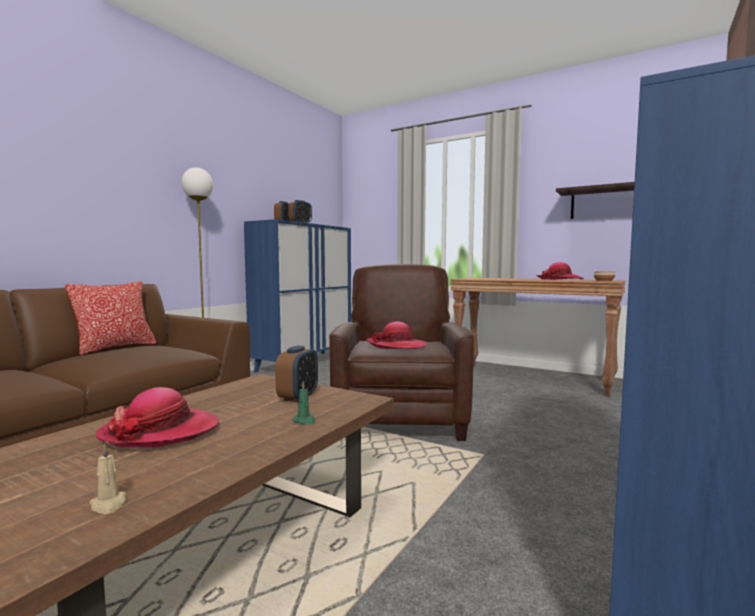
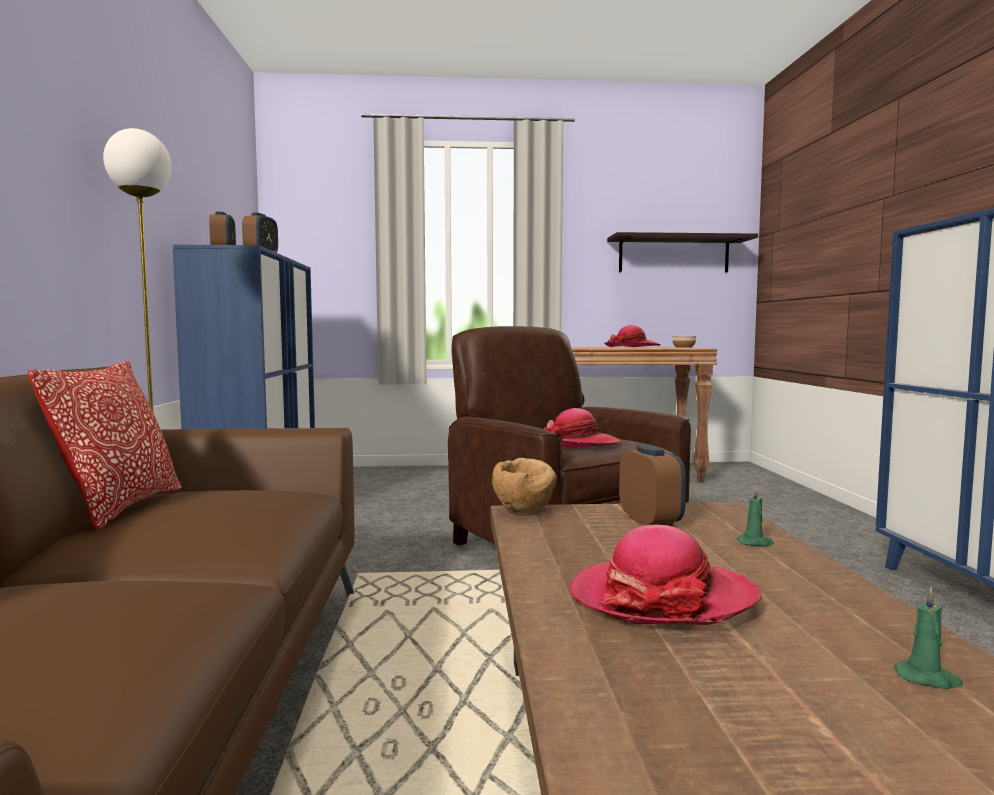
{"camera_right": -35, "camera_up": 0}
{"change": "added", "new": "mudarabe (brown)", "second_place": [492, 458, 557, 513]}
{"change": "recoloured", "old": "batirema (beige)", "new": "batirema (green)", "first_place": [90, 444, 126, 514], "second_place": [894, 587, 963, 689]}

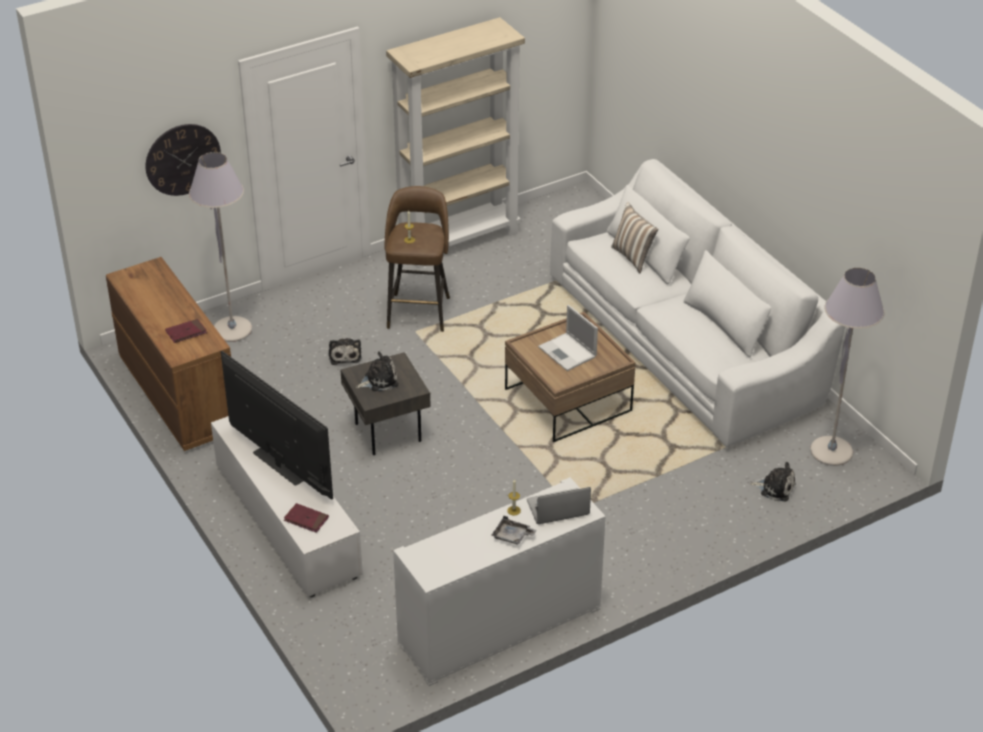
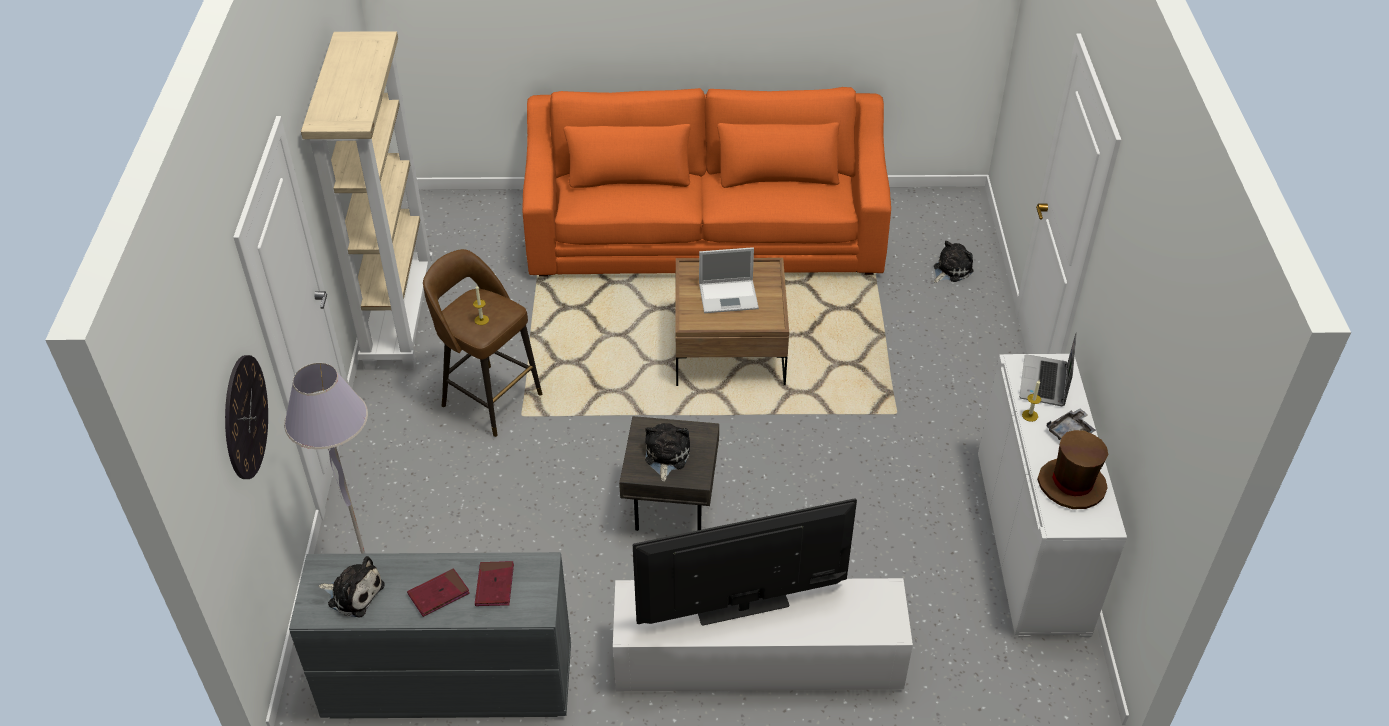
{"camera_right": -60, "camera_up": 5}
{"change": "removed", "old": "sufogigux", "first_place": [611, 202, 658, 273]}
{"change": "removed", "old": "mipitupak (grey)", "first_place": [810, 267, 885, 466]}
{"change": "added", "new": "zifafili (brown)", "second_place": [1037, 430, 1108, 509]}
{"change": "moved", "old": "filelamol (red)", "first_place": [284, 503, 329, 533], "second_place": [407, 568, 470, 617]}
{"change": "moved", "old": "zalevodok", "first_place": [329, 338, 362, 365], "second_place": [318, 556, 385, 618]}
{"change": "recoloured", "old": "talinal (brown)", "new": "talinal (grey)", "first_place": [106, 257, 231, 451], "second_place": [289, 552, 571, 719]}
{"change": "recoloured", "old": "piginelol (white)", "new": "piginelol (orange)", "first_place": [550, 159, 845, 447], "second_place": [523, 87, 891, 277]}

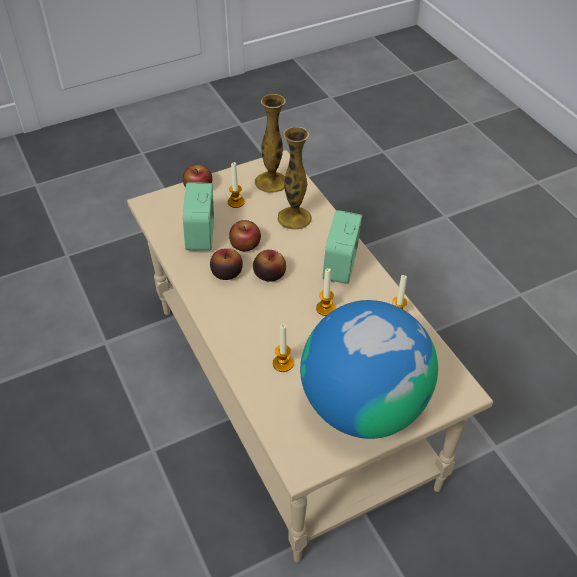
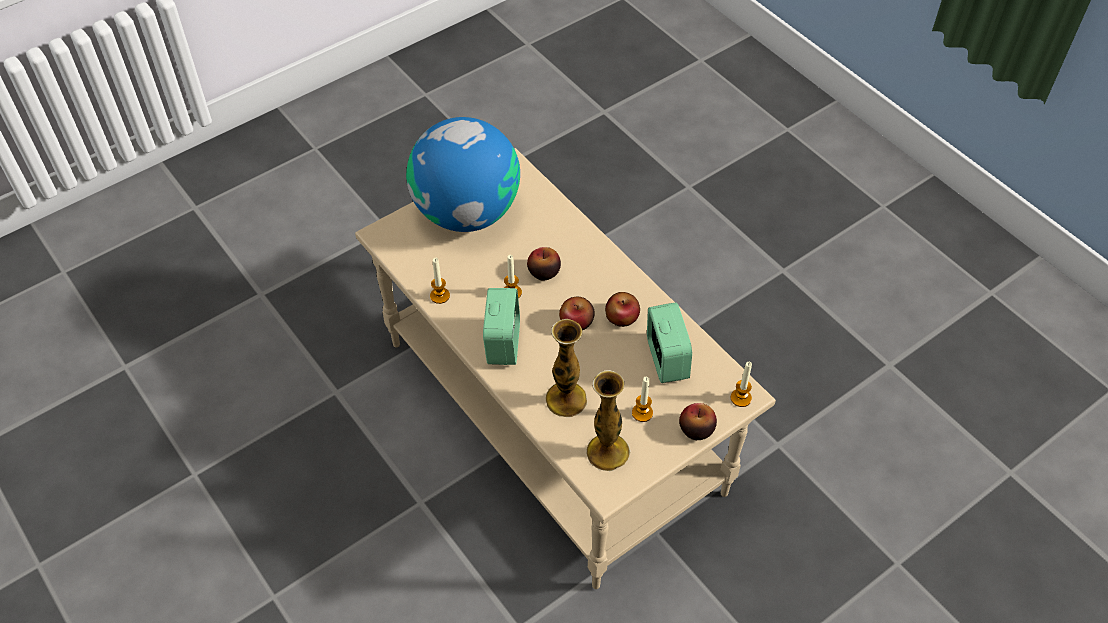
{"camera_right": 170, "camera_up": 5}
{"change": "moved", "old": "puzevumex", "first_place": [229, 220, 261, 251], "second_place": [527, 247, 561, 281]}
{"change": "moved", "old": "batirema", "first_place": [273, 324, 294, 372], "second_place": [731, 362, 752, 407]}

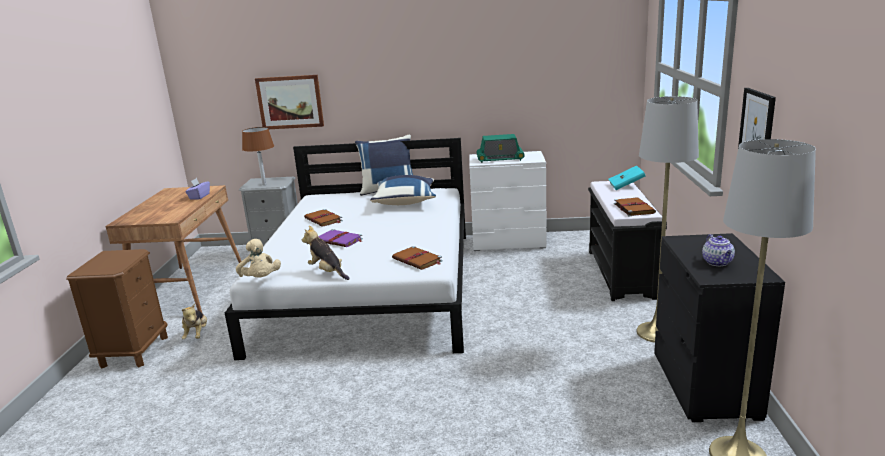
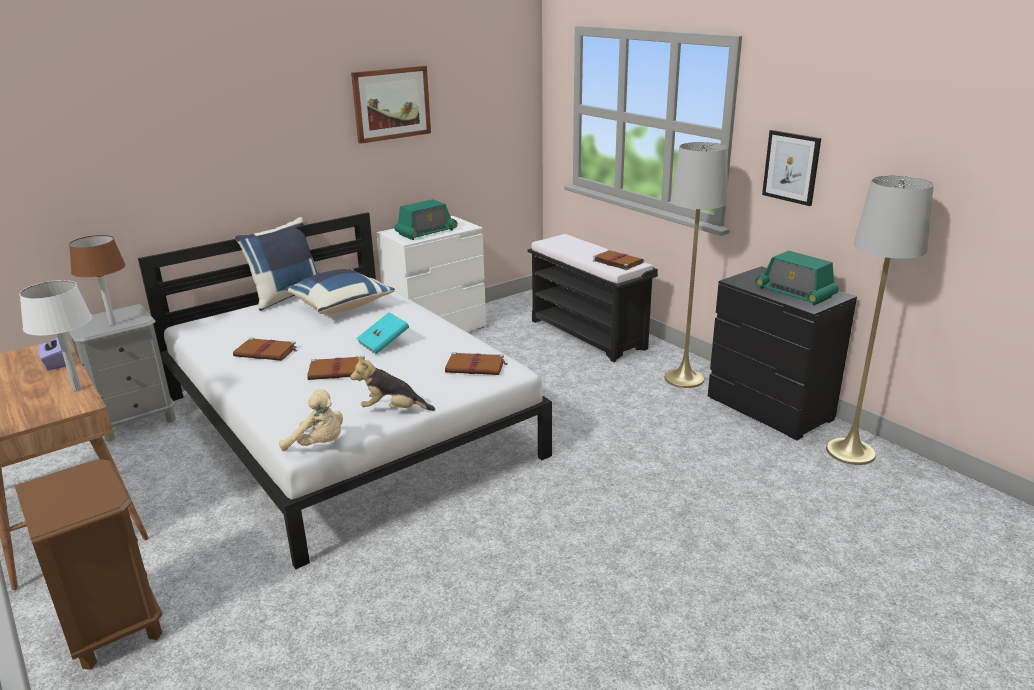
{"camera_right": -40, "camera_up": 5}
{"change": "removed", "old": "zalevodok", "first_place": [182, 303, 207, 339]}
{"change": "added", "new": "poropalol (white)", "second_place": [19, 280, 92, 391]}
{"change": "moved", "old": "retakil", "first_place": [255, 75, 324, 129], "second_place": [351, 66, 431, 144]}
{"change": "moved", "old": "filelamol (turquoise)", "first_place": [608, 166, 645, 190], "second_place": [356, 312, 409, 354]}
{"change": "replaced", "old": "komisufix", "new": "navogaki", "first_place": [702, 234, 735, 266], "second_place": [755, 251, 839, 305]}
{"change": "recoloured", "old": "filelamol (purple)", "new": "filelamol (brown)", "first_place": [318, 229, 363, 247], "second_place": [307, 356, 365, 380]}

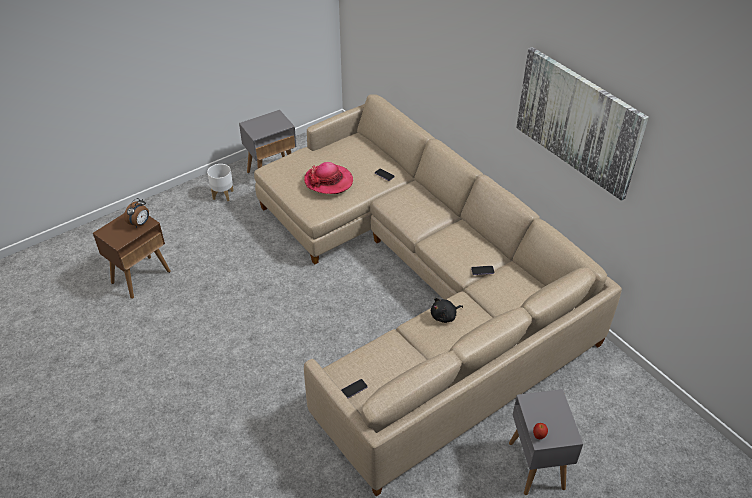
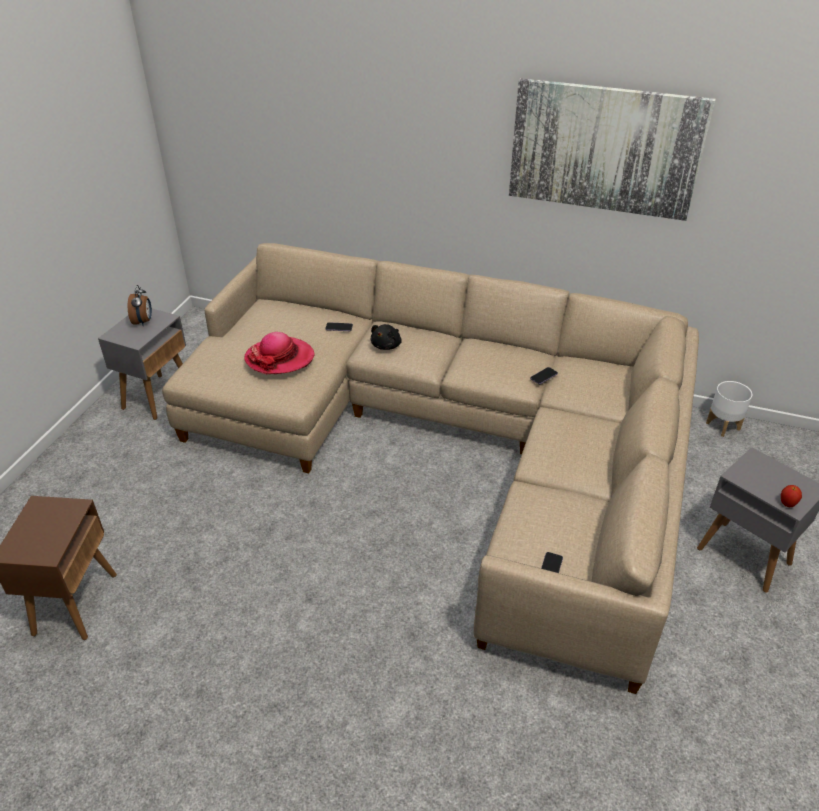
{"camera_right": -35, "camera_up": -5}
{"change": "moved", "old": "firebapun", "first_place": [124, 198, 149, 228], "second_place": [128, 285, 152, 325]}
{"change": "moved", "old": "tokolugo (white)", "first_place": [207, 164, 234, 201], "second_place": [706, 381, 752, 437]}
{"change": "moved", "old": "zalevodok (black)", "first_place": [431, 298, 463, 323], "second_place": [371, 324, 402, 350]}

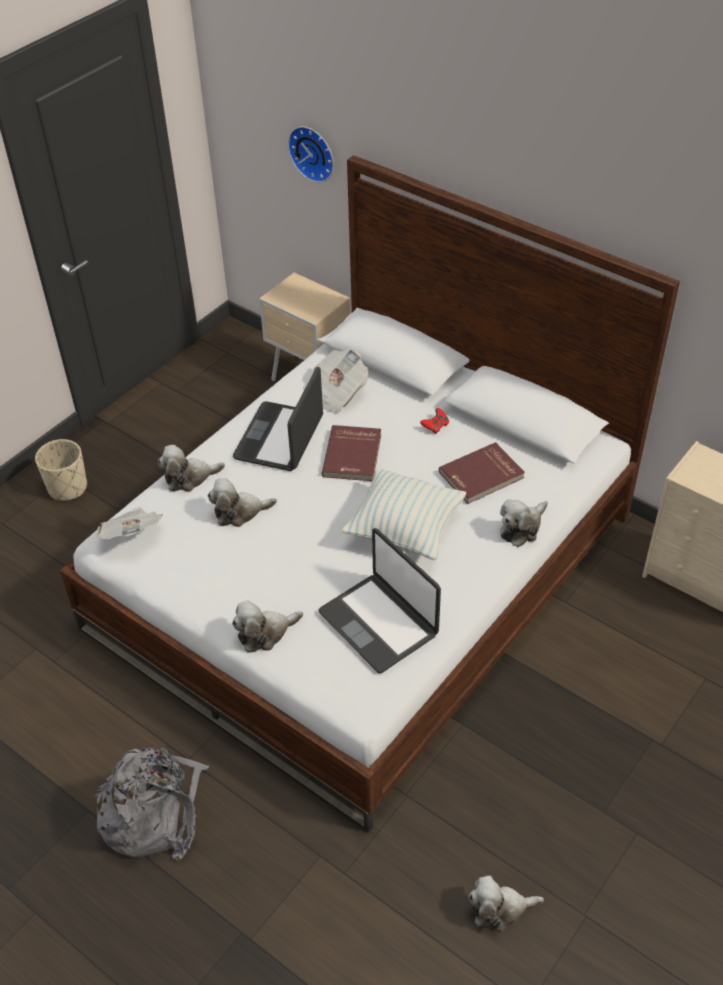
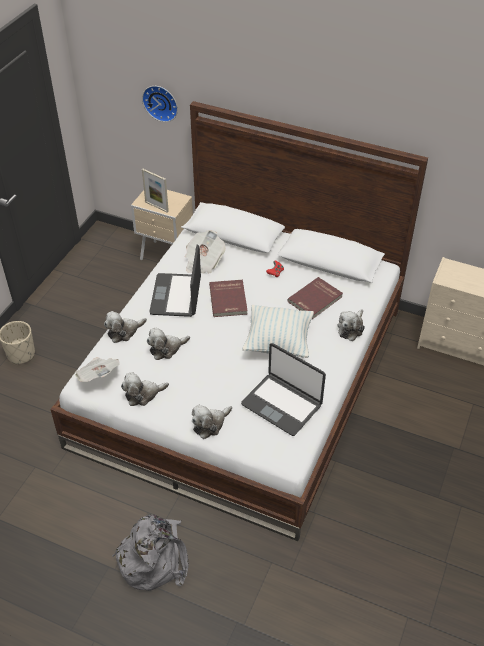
{"camera_right": -15, "camera_up": 0}
{"change": "added", "new": "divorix", "second_place": [142, 169, 169, 213]}
{"change": "moved", "old": "zalevodok", "first_place": [468, 875, 544, 932], "second_place": [121, 372, 169, 406]}

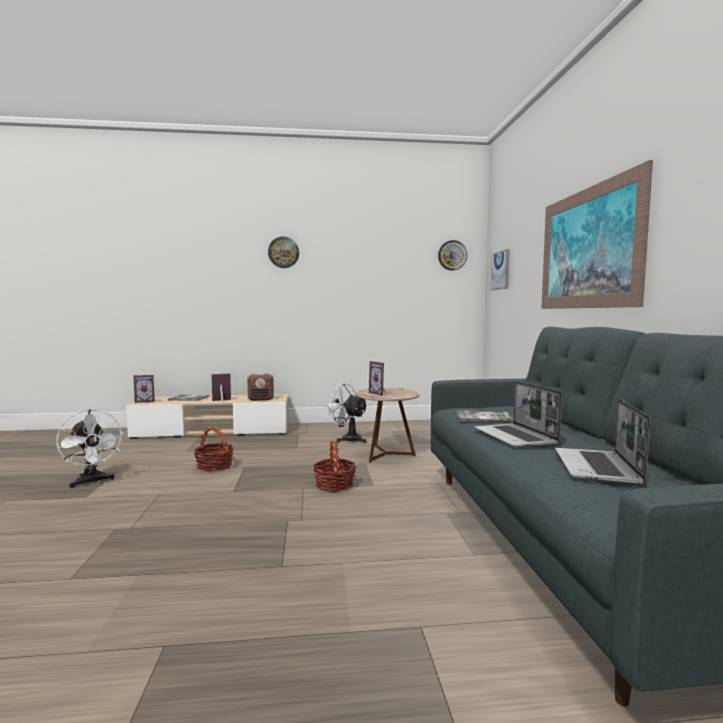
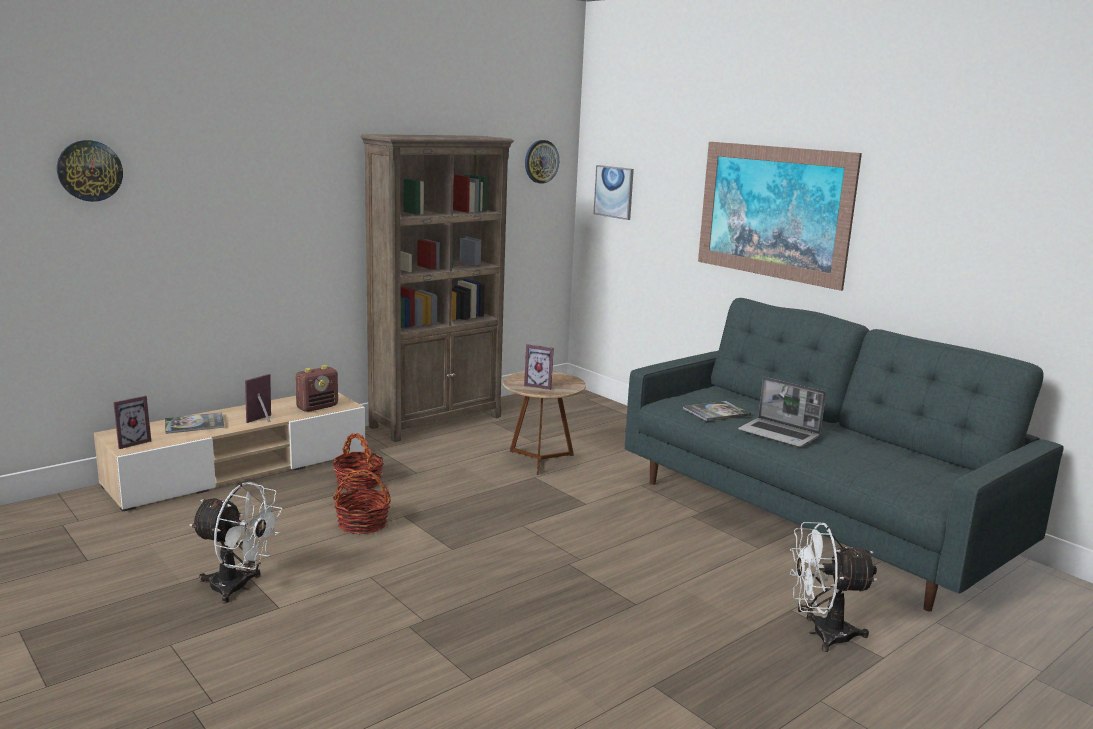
{"camera_right": -35, "camera_up": 10}
{"change": "removed", "old": "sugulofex", "first_place": [555, 399, 650, 485]}
{"change": "added", "new": "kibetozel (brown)", "second_place": [361, 134, 514, 442]}
{"change": "moved", "old": "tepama", "first_place": [268, 237, 299, 268], "second_place": [57, 140, 123, 202]}
{"change": "moved", "old": "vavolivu", "first_place": [313, 441, 356, 492], "second_place": [333, 433, 384, 490]}
{"change": "moved", "old": "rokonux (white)", "first_place": [324, 384, 368, 443], "second_place": [789, 522, 878, 652]}

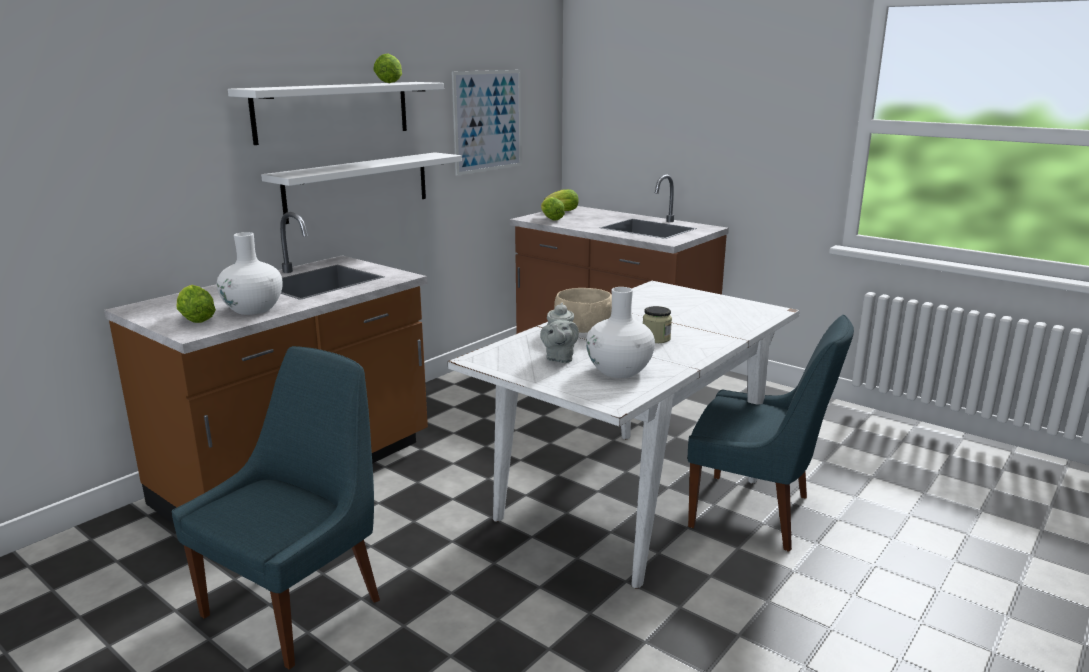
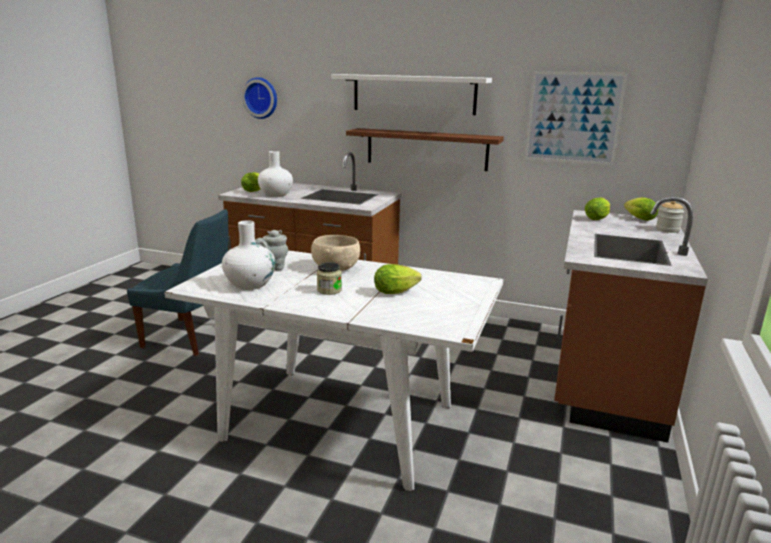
{"camera_right": 70, "camera_up": 0}
{"change": "removed", "old": "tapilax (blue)", "first_place": [688, 315, 854, 552]}
{"change": "added", "new": "tepama", "second_place": [242, 77, 277, 119]}
{"change": "added", "new": "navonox", "second_place": [656, 201, 684, 233]}
{"change": "moved", "old": "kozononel", "first_place": [373, 53, 402, 83], "second_place": [374, 264, 422, 294]}
{"change": "recoloured", "old": "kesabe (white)", "new": "kesabe (brown)", "first_place": [261, 152, 462, 224], "second_place": [346, 128, 504, 171]}

